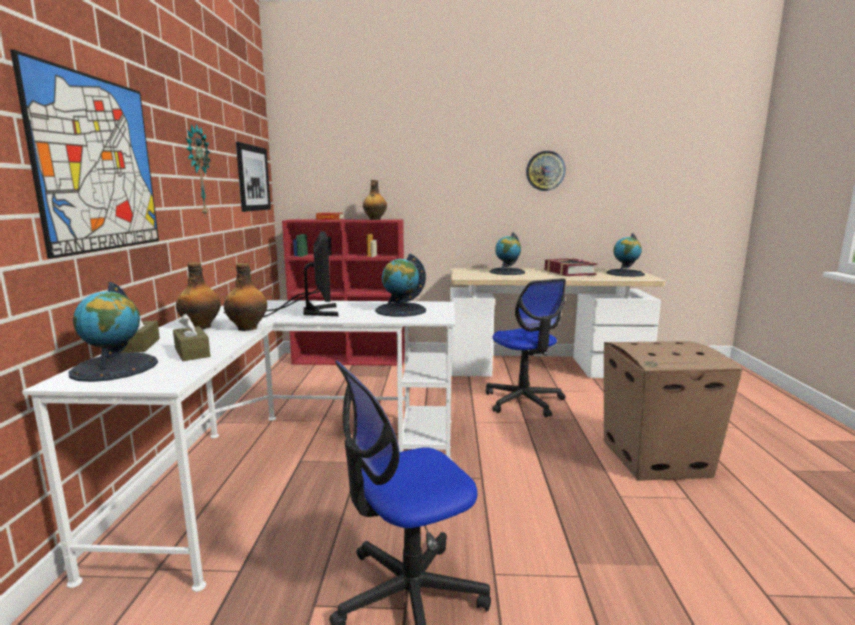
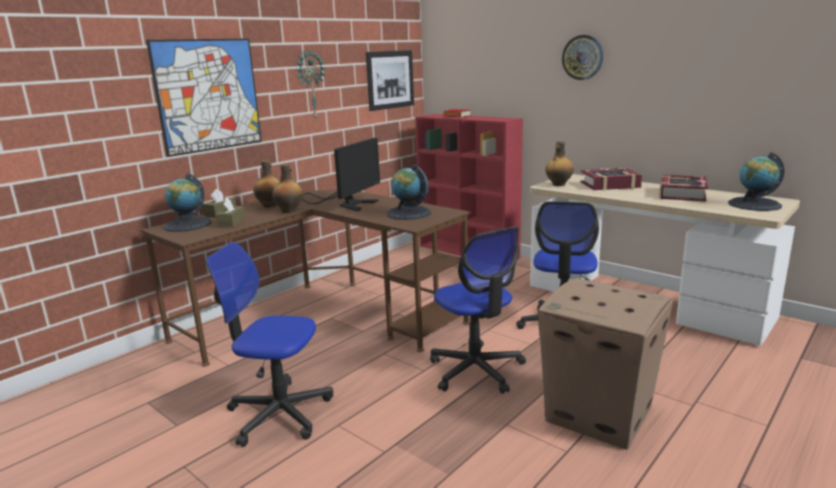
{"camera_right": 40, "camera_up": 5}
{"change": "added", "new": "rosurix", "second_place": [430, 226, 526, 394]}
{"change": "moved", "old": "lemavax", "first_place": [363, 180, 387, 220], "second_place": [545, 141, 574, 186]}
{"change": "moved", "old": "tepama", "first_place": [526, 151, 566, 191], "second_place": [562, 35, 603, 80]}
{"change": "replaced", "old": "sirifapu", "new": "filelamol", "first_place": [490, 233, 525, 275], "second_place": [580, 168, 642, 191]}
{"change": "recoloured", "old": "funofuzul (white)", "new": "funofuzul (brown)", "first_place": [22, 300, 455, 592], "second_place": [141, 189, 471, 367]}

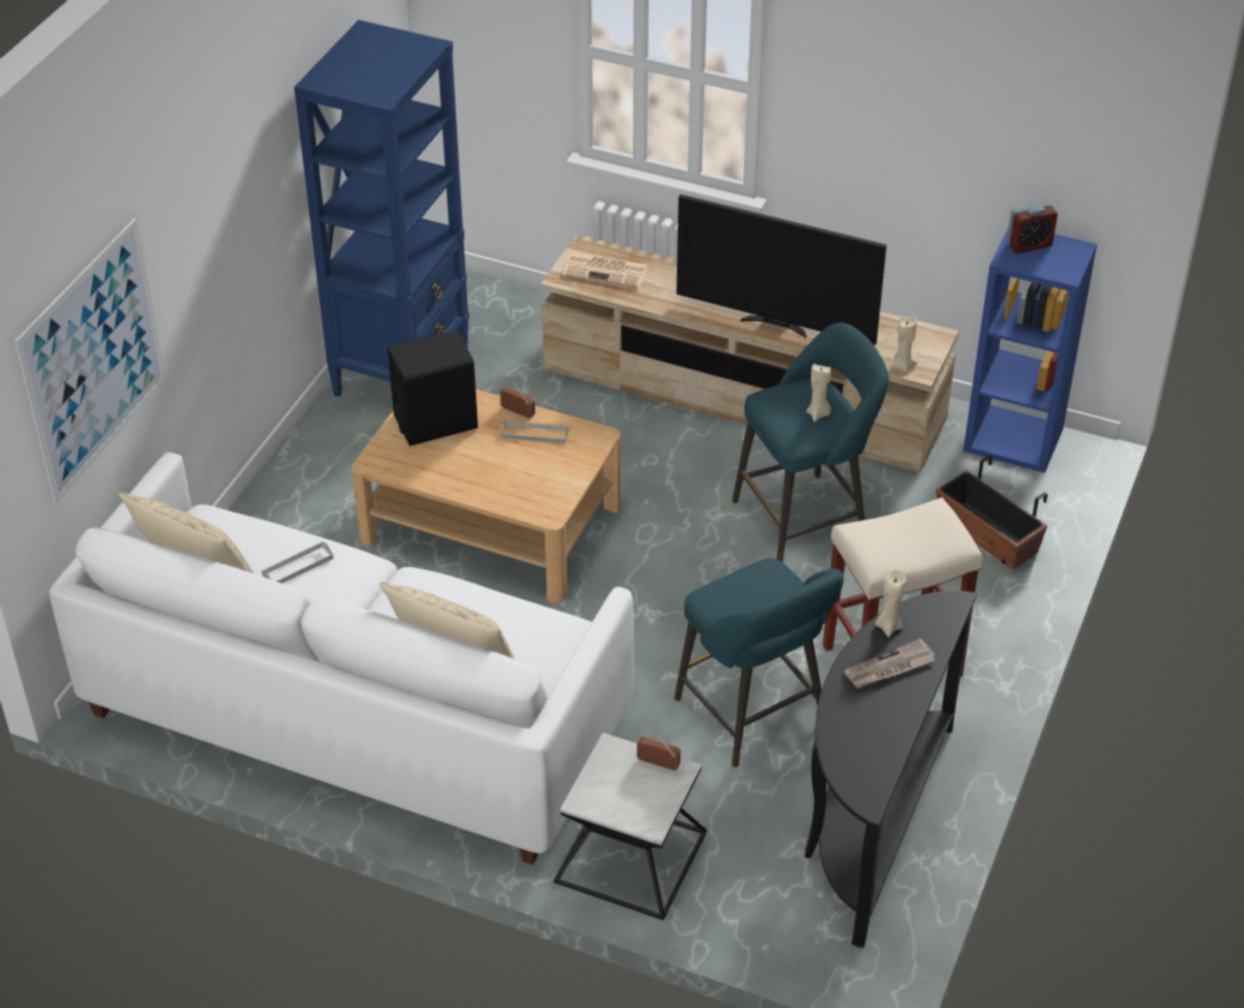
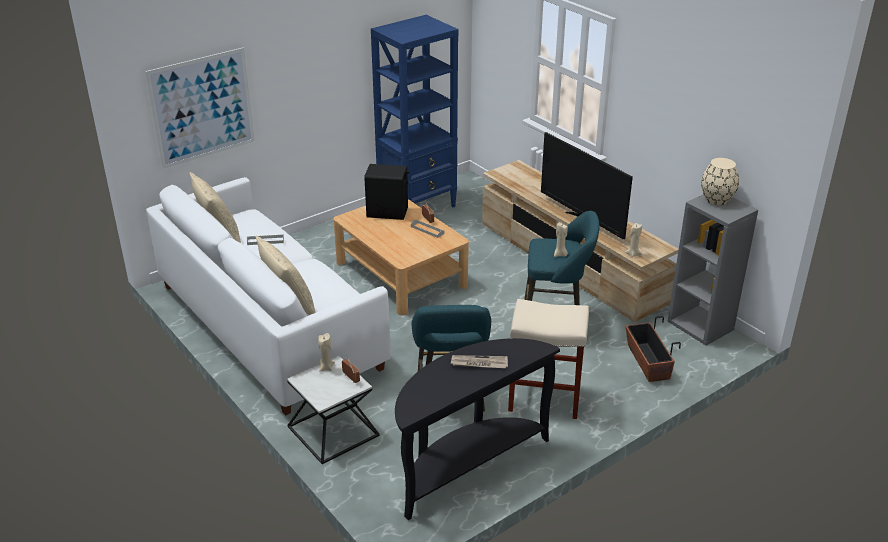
{"camera_right": 30, "camera_up": -10}
{"change": "removed", "old": "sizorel", "first_place": [562, 253, 649, 288]}
{"change": "moved", "old": "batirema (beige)", "first_place": [875, 569, 906, 637], "second_place": [318, 333, 335, 372]}
{"change": "replaced", "old": "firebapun", "new": "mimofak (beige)", "first_place": [1007, 202, 1058, 254], "second_place": [701, 158, 739, 205]}
{"change": "recoloured", "old": "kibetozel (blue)", "new": "kibetozel (grey)", "first_place": [963, 227, 1097, 473], "second_place": [667, 194, 758, 346]}

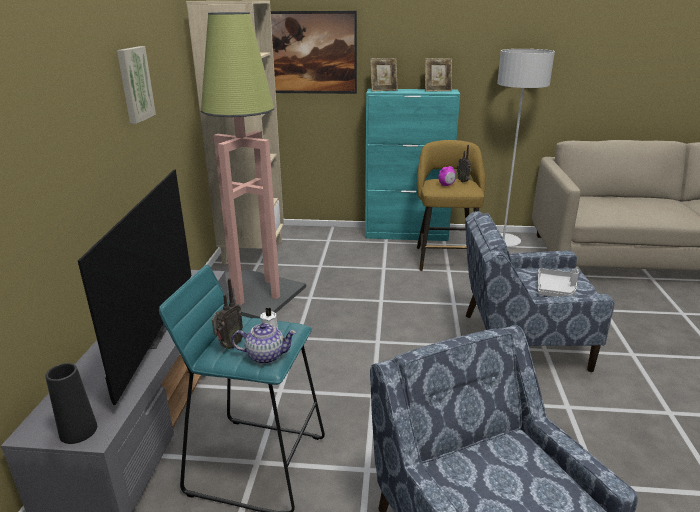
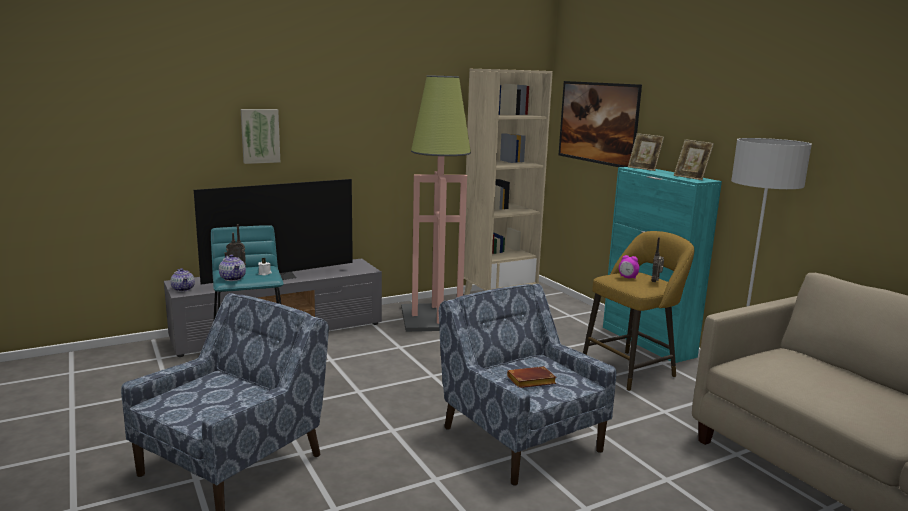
{"camera_right": 55, "camera_up": -10}
{"change": "moved", "old": "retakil", "first_place": [117, 46, 156, 124], "second_place": [241, 109, 280, 164]}
{"change": "replaced", "old": "mimofak (black)", "new": "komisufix", "first_place": [45, 363, 97, 444], "second_place": [170, 268, 195, 292]}
{"change": "replaced", "old": "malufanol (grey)", "new": "filelamol (brown)", "first_place": [538, 268, 579, 297], "second_place": [507, 366, 557, 388]}

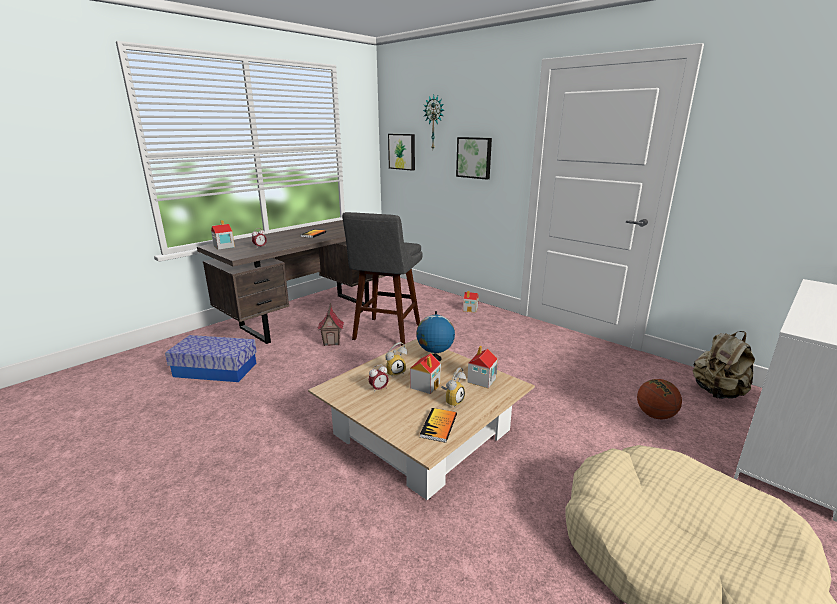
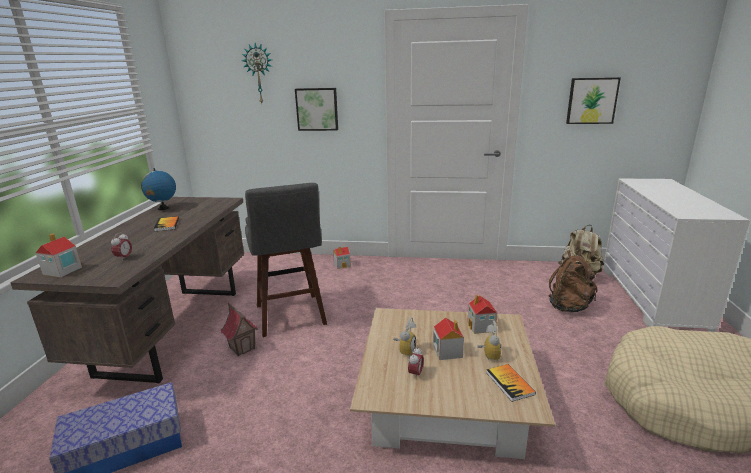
{"camera_right": -35, "camera_up": 0}
{"change": "moved", "old": "retakil", "first_place": [388, 134, 415, 171], "second_place": [566, 77, 621, 124]}
{"change": "moved", "old": "sirifapu", "first_place": [416, 311, 455, 361], "second_place": [141, 168, 176, 210]}
{"change": "replaced", "old": "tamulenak", "new": "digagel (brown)", "first_place": [637, 379, 682, 420], "second_place": [549, 250, 597, 312]}

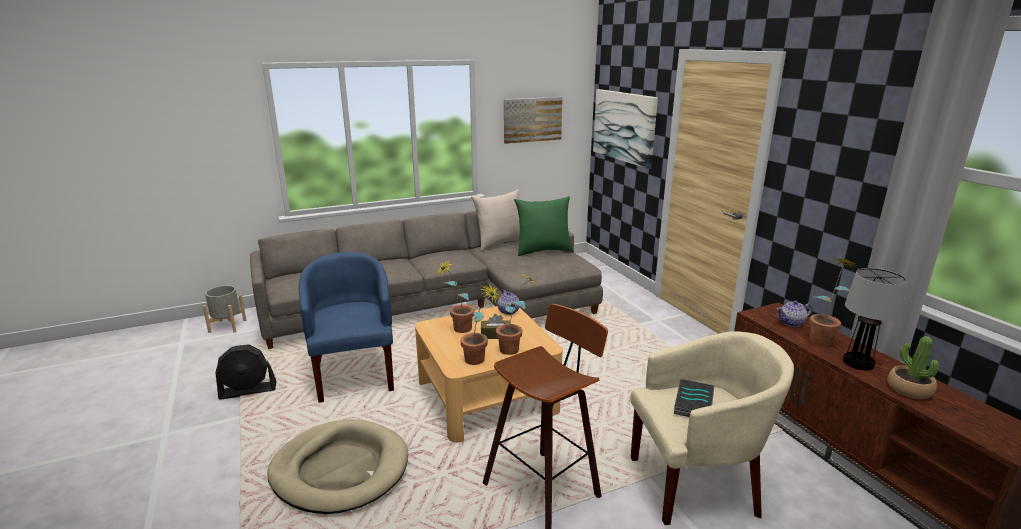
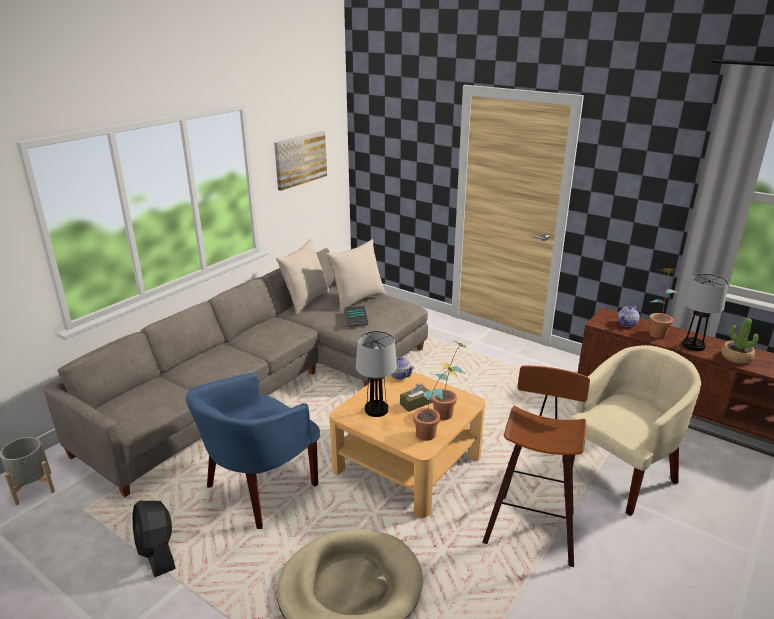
{"camera_right": -30, "camera_up": 5}
{"change": "removed", "old": "retakil", "first_place": [593, 89, 658, 169]}
{"change": "moved", "old": "filelamol", "first_place": [674, 379, 714, 417], "second_place": [344, 306, 368, 327]}
{"change": "replaced", "old": "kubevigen", "new": "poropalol", "first_place": [436, 259, 475, 333], "second_place": [356, 331, 397, 417]}
{"change": "recoloured", "old": "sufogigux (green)", "new": "sufogigux (beige)", "first_place": [514, 196, 574, 256], "second_place": [326, 239, 386, 311]}
{"change": "turned", "old": "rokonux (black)", "first_place": [215, 344, 277, 399], "second_place": [132, 501, 176, 578], "degrees": 105}
{"change": "turned", "old": "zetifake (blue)", "first_place": [299, 252, 394, 403], "second_place": [186, 373, 320, 529], "degrees": -90}

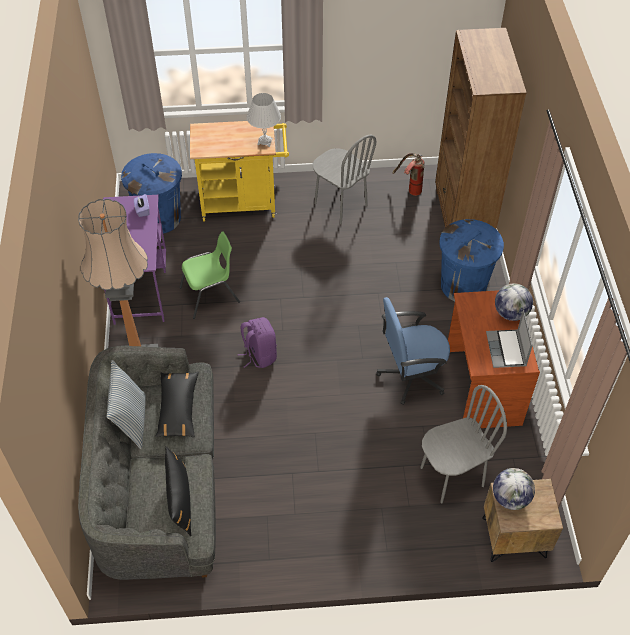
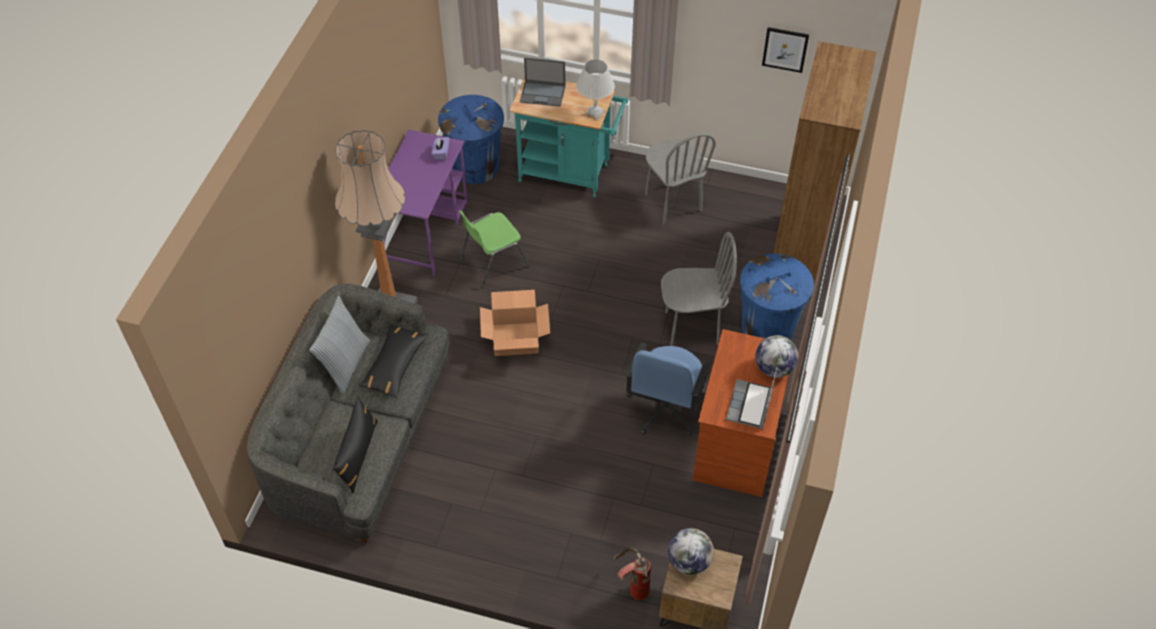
{"camera_right": 20, "camera_up": 0}
{"change": "added", "new": "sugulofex", "second_place": [520, 57, 566, 107]}
{"change": "added", "new": "retakil", "second_place": [762, 27, 809, 73]}
{"change": "moved", "old": "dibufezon", "first_place": [393, 153, 425, 196], "second_place": [614, 548, 651, 600]}
{"change": "moved", "old": "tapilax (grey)", "first_place": [420, 385, 507, 503], "second_place": [661, 232, 737, 346]}
{"change": "replaced", "old": "digagel (purple)", "new": "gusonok", "first_place": [238, 317, 277, 368], "second_place": [480, 290, 550, 356]}
{"change": "recoloured", "old": "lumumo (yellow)", "new": "lumumo (turquoise)", "first_place": [190, 121, 289, 222], "second_place": [509, 77, 628, 198]}
{"change": "turned", "old": "tapilax (green)", "first_place": [180, 232, 240, 319], "second_place": [459, 210, 530, 288], "degrees": 150}
{"change": "turned", "old": "rosurix (blue)", "first_place": [376, 297, 450, 405], "second_place": [626, 343, 711, 435], "degrees": -75}

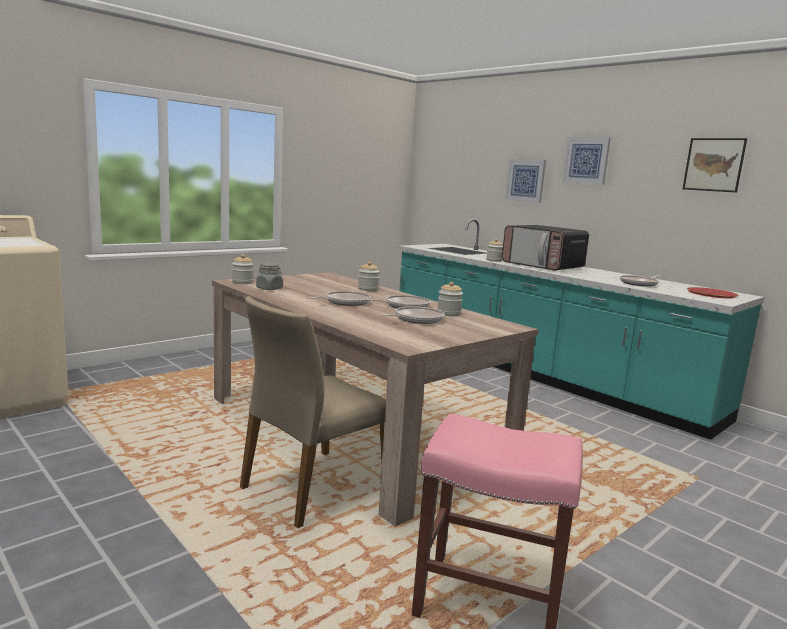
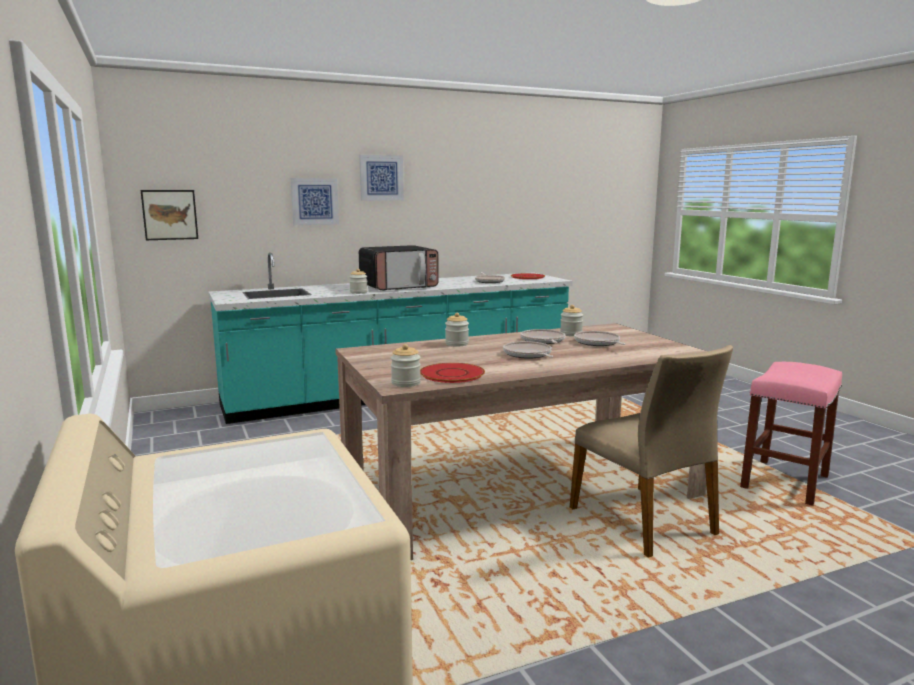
{"camera_right": -70, "camera_up": 0}
{"change": "moved", "old": "retakil", "first_place": [683, 138, 747, 193], "second_place": [141, 190, 198, 240]}
{"change": "replaced", "old": "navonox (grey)", "new": "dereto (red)", "first_place": [256, 263, 283, 290], "second_place": [420, 363, 485, 383]}

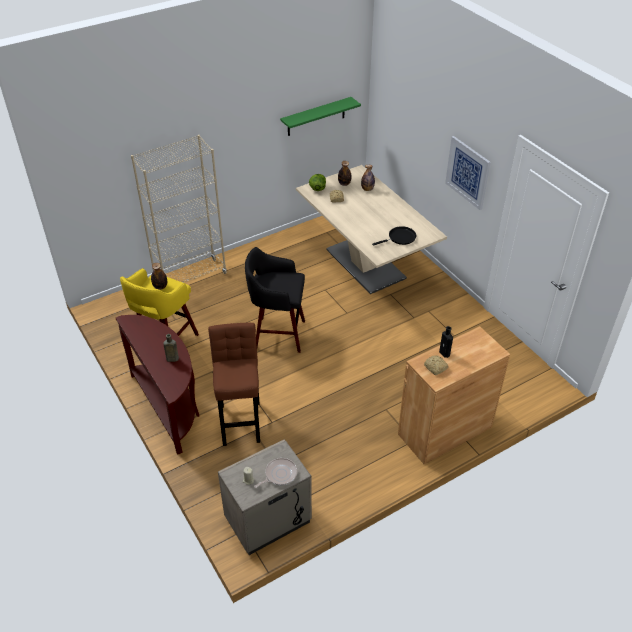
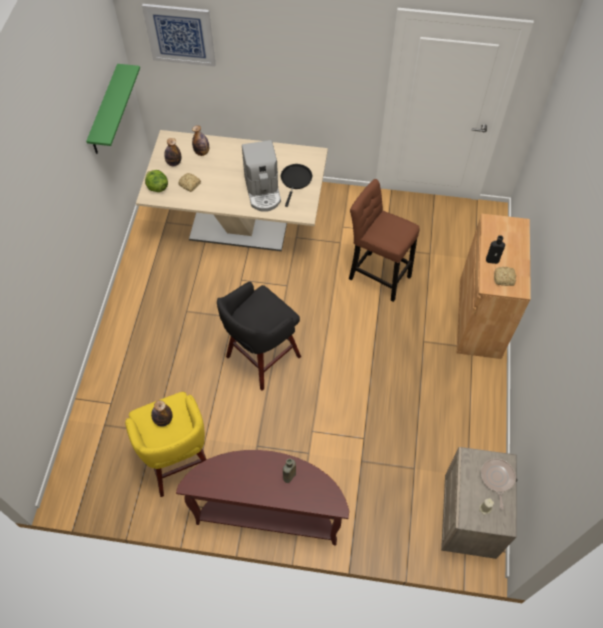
{"camera_right": -50, "camera_up": 15}
{"change": "removed", "old": "kibetozel (beige)", "first_place": [131, 135, 227, 283]}
{"change": "added", "new": "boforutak", "second_place": [242, 140, 281, 212]}
{"change": "moved", "old": "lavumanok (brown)", "first_place": [208, 323, 260, 446], "second_place": [349, 179, 420, 302]}
{"change": "moved", "old": "retakil", "first_place": [445, 136, 491, 210], "second_place": [142, 4, 216, 67]}

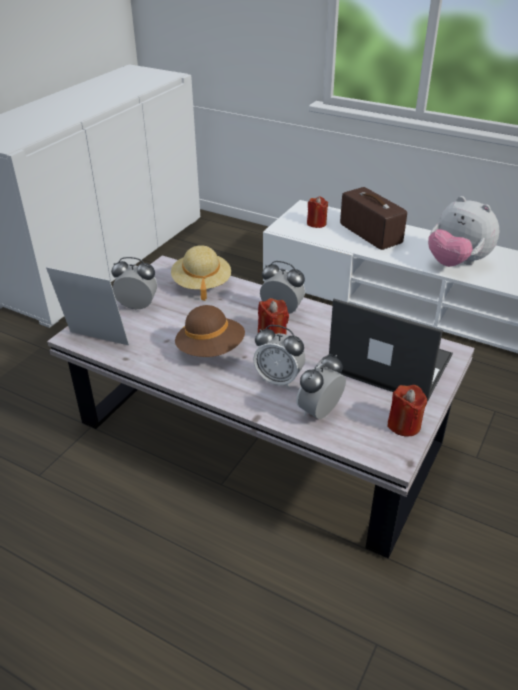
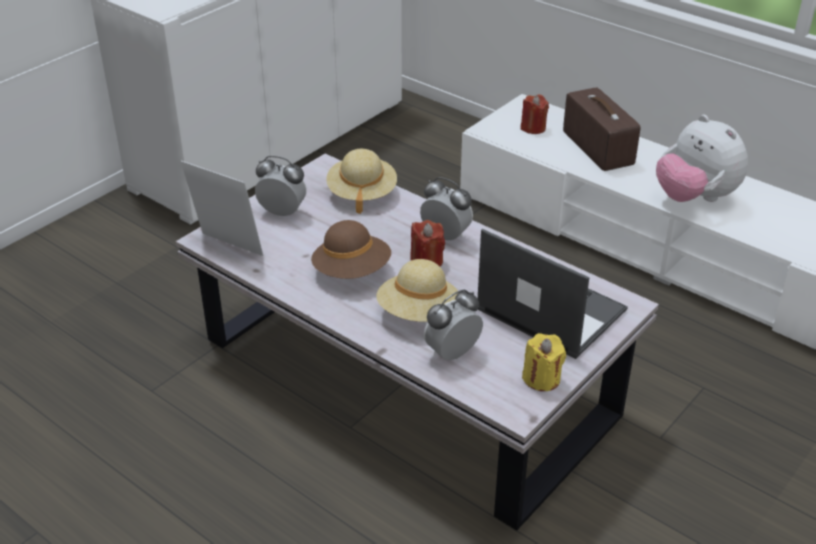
{"camera_right": 10, "camera_up": 0}
{"change": "replaced", "old": "firebapun", "new": "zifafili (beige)", "first_place": [253, 325, 305, 388], "second_place": [376, 259, 458, 322]}
{"change": "recoloured", "old": "batirema (red)", "new": "batirema (yellow)", "first_place": [387, 385, 427, 437], "second_place": [522, 333, 566, 391]}

